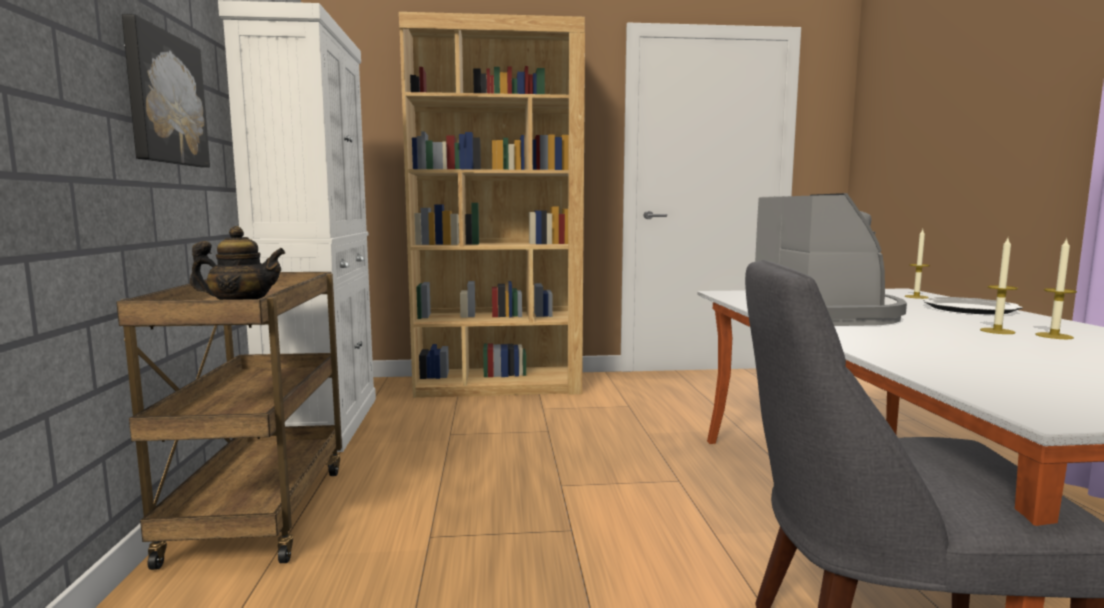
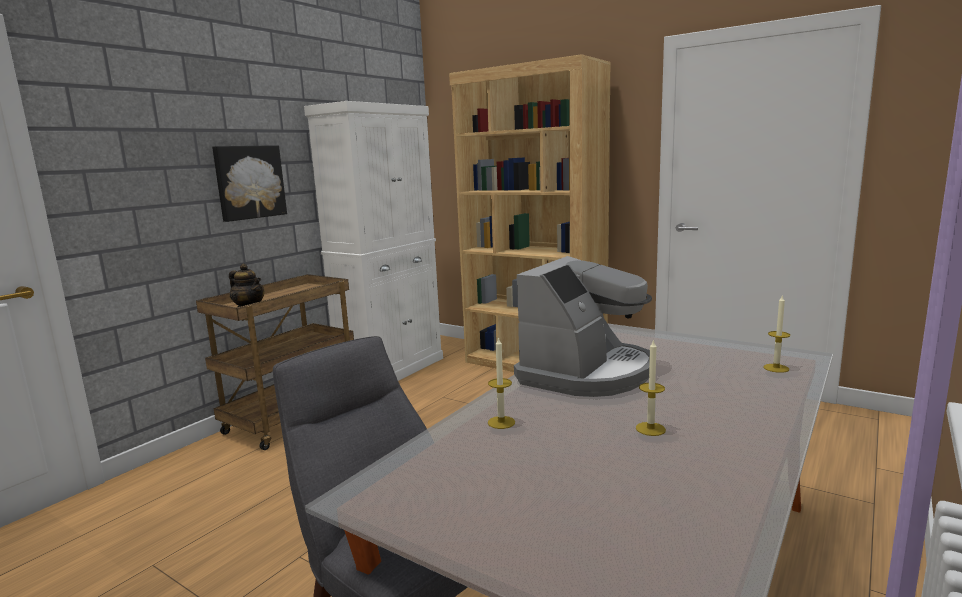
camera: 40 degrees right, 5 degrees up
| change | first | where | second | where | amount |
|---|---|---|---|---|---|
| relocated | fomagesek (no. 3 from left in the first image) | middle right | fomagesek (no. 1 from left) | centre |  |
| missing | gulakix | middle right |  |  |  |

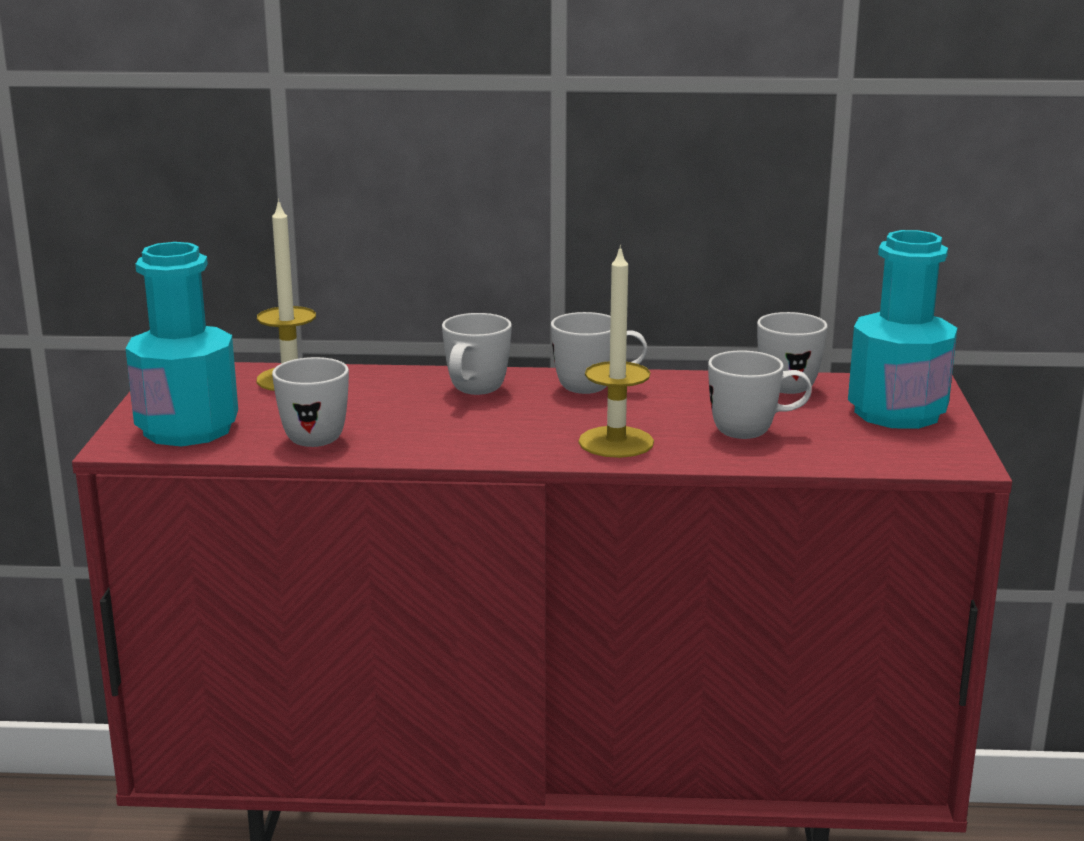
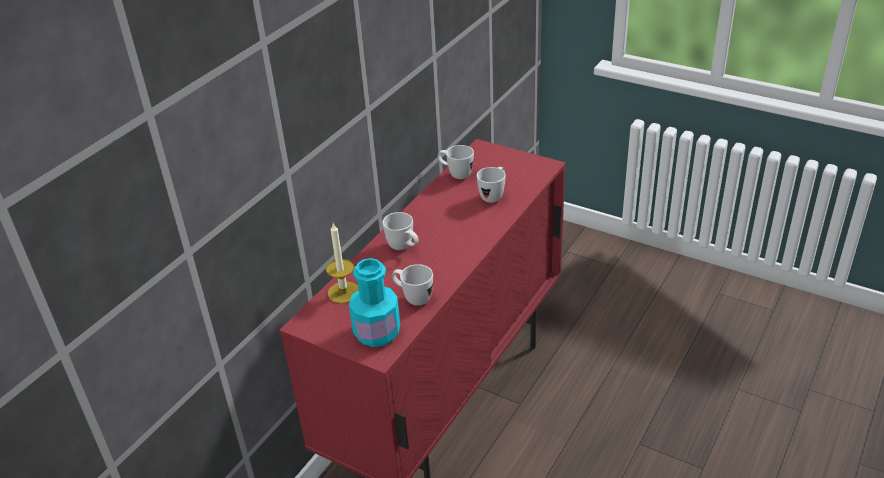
camera: 60 degrees left, 15 degrees up
| change | first | where | second | where | amount |
|---|---|---|---|---|---|
| missing | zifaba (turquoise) (no. 2 from left) | middle right |  |  |  |
| missing | fomagesek (no. 2 from left) | centre |  |  |  |
| missing | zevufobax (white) (no. 3 from left) | centre |  |  |  |

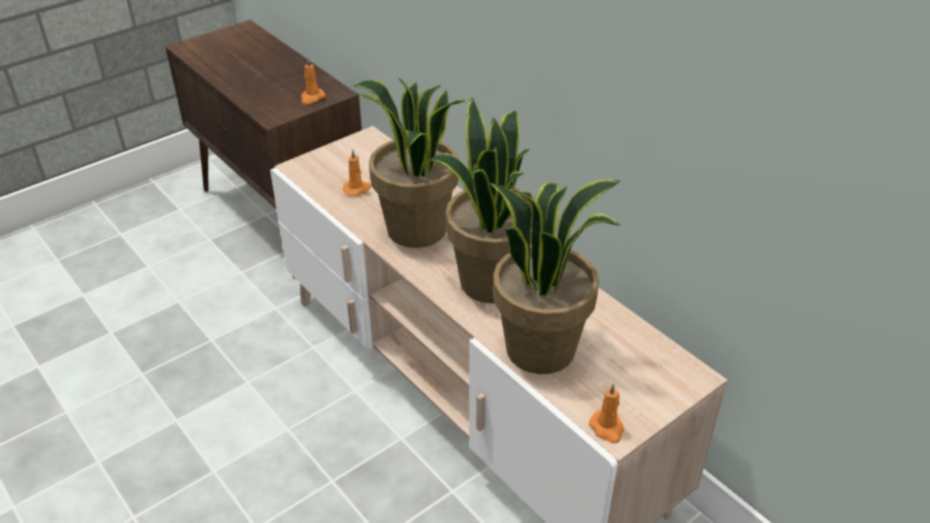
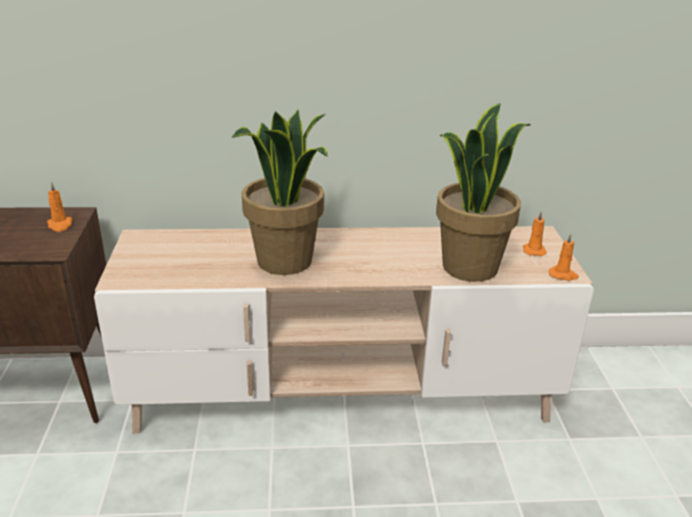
camera: 55 degrees left, 10 degrees down
| change | first | where | second | where | amount |
|---|---|---|---|---|---|
| missing | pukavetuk (no. 2 from left) | centre |  |  |  |
| relocated | fomagesek (orange) (no. 2 from left) | top centre |  | middle right |  |

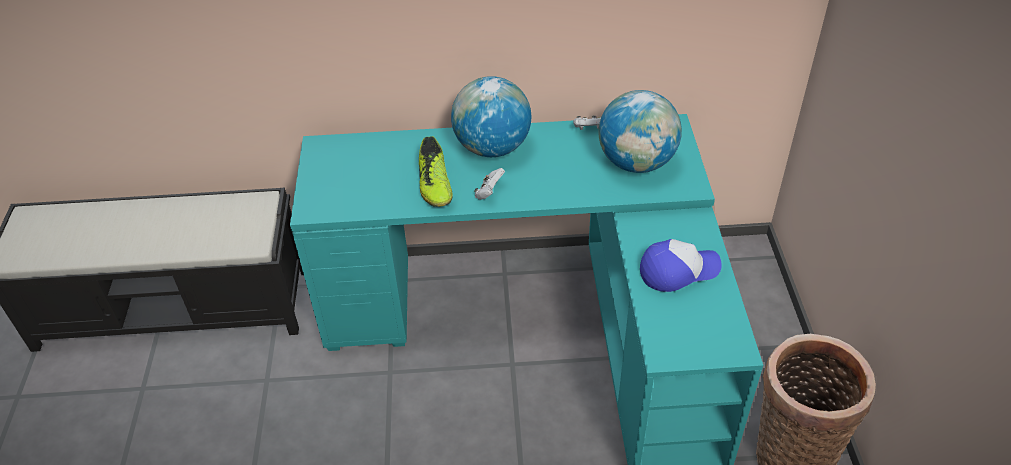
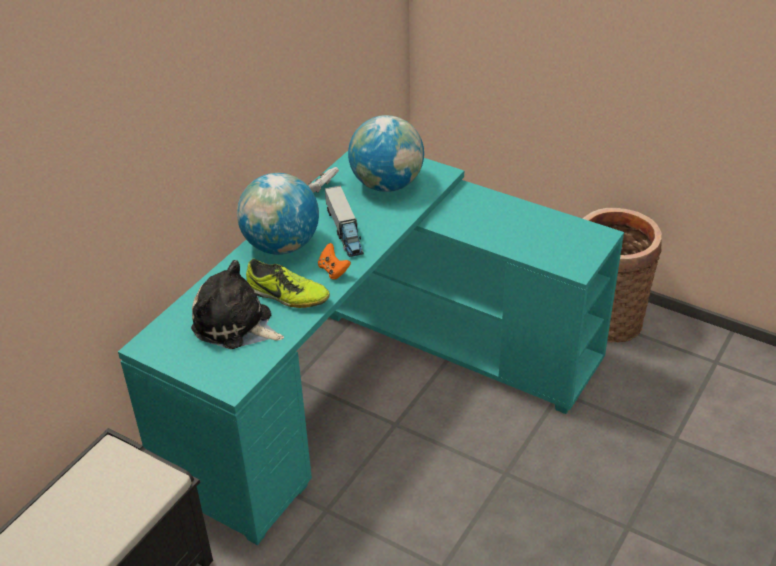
camera: 55 degrees left, 5 degrees down
| change | first | where | second | where | amount |
|---|---|---|---|---|---|
| colour | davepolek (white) (no. 1 from left) | centre | davepolek (orange) | centre |  |
| missing | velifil | middle right |  |  |  |
| appeared |  |  | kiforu | centre |  |
| appeared |  |  | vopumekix | middle left |  |

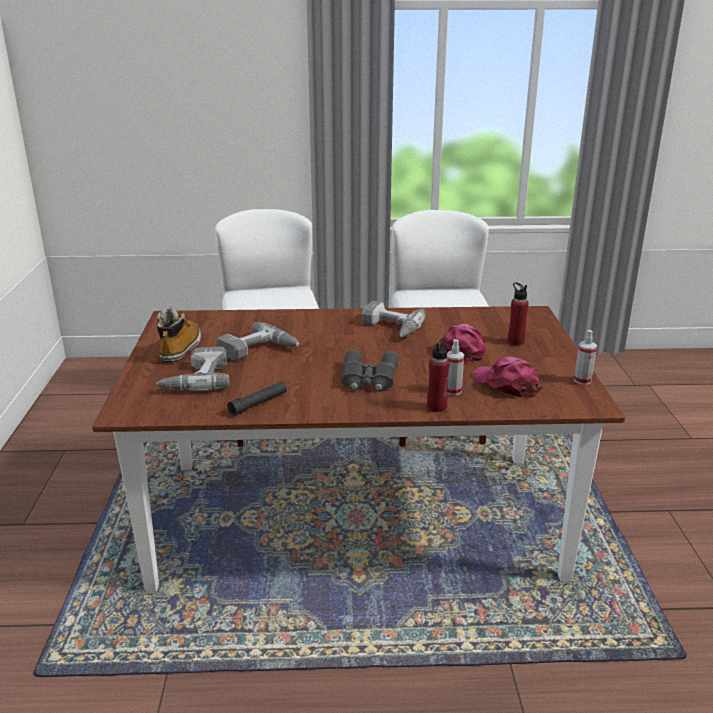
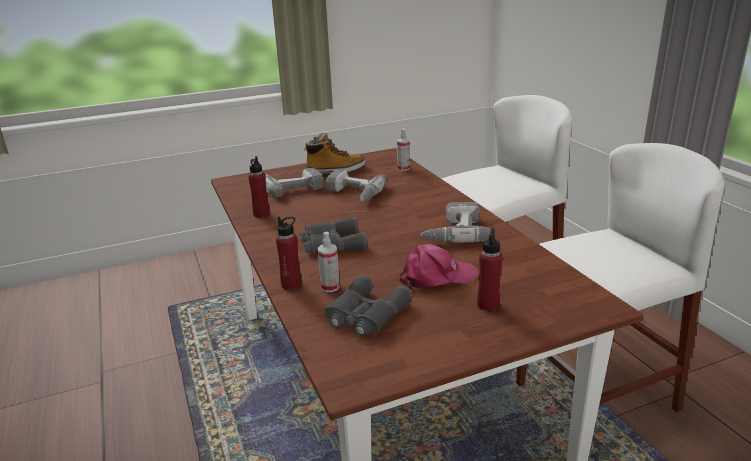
camera: 70 degrees right, 0 degrees up
| change | first | where | second | where | amount |
|---|---|---|---|---|---|
| relocated | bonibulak (no. 2 from left) | middle right |  | top centre |  |
| exchanged | velifil (pink) (no. 2 from left) | middle right | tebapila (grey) (no. 2 from left) | centre |  |
| exchanged | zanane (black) | centre | zifaba (red) (no. 1 from left) | centre |  |

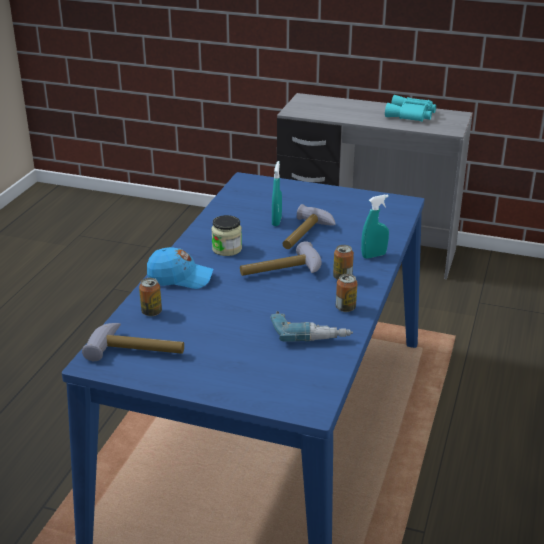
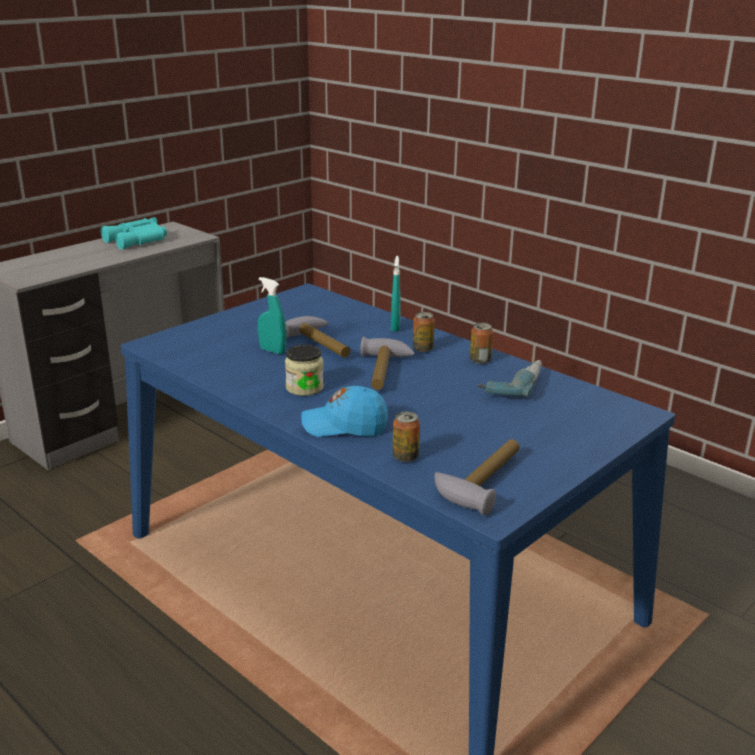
camera: 65 degrees left, 5 degrees down
| change | first | where | second | where | amount |
|---|---|---|---|---|---|
| spun | velifil (blue) | middle left |  | centre | 120 degrees counterclockwise |

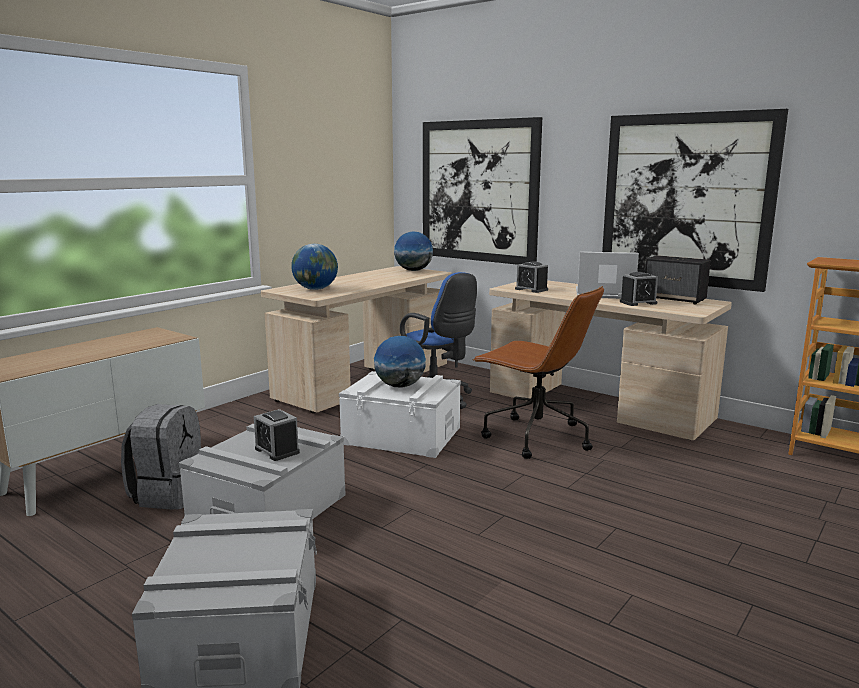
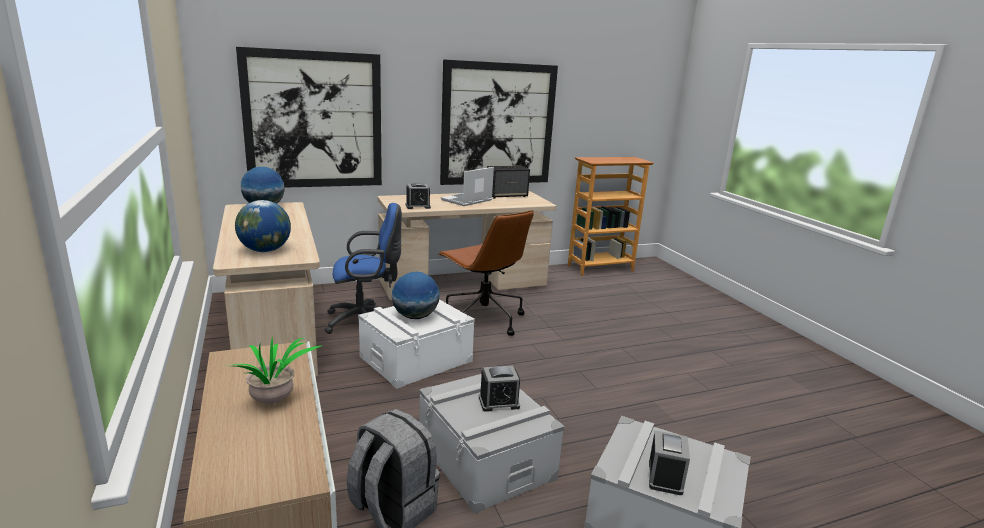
camera: 60 degrees left, 5 degrees up
| change | first | where | second | where | amount |
|---|---|---|---|---|---|
| relocated | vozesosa (no. 3 from left) | middle right |  | bottom right |  |
| spun | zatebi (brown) | centre |  | centre | 75 degrees clockwise |
| appeared |  |  | pukavetuk | bottom left |  |

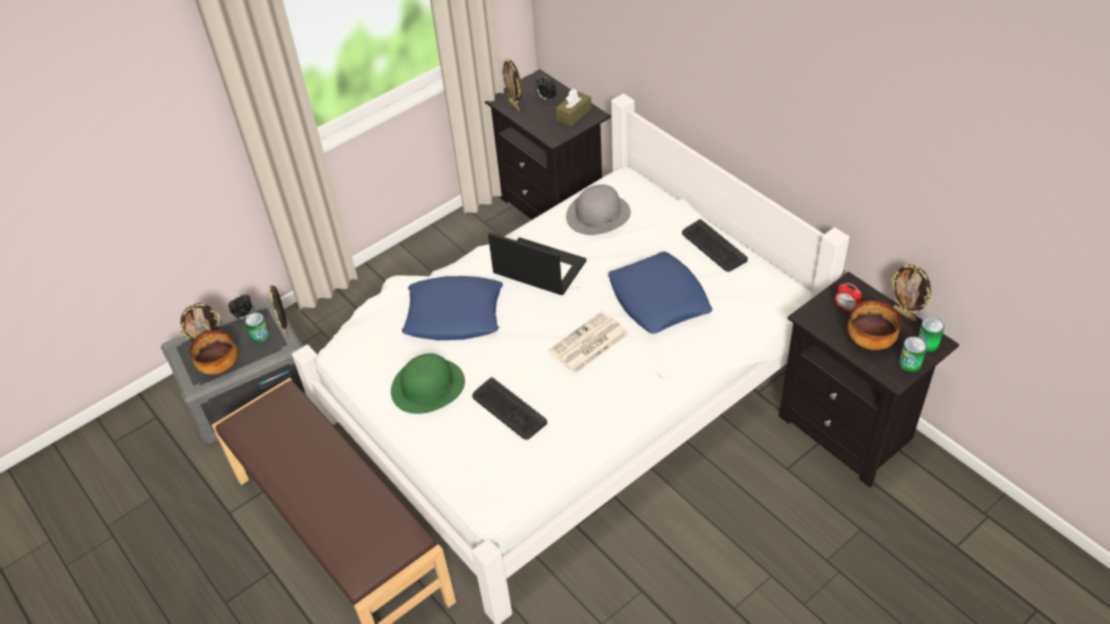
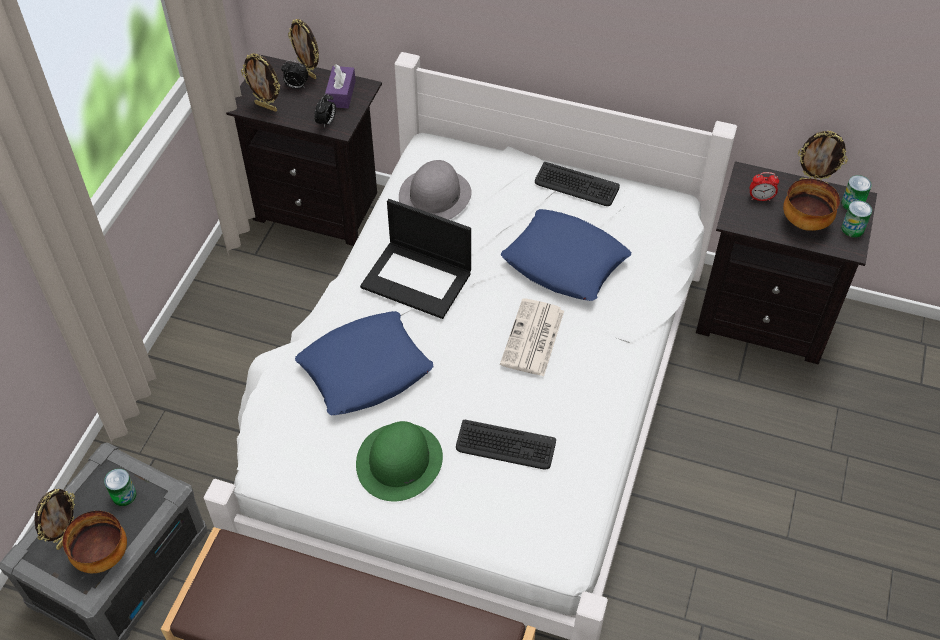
camera: 35 degrees left, 5 degrees up
| change | first | where | second | where | amount |
|---|---|---|---|---|---|
| colour | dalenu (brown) | top centre | dalenu (purple) | top centre |  |
| spun | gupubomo | centre |  | centre | 150 degrees counterclockwise |
| relocated | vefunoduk (no. 2 from left in the first image) | middle left | vefunoduk (no. 3 from left) | top left |  |
| relocated | vozesosa (no. 1 from left in the first image) | middle left | vozesosa (no. 2 from left) | top centre |  |

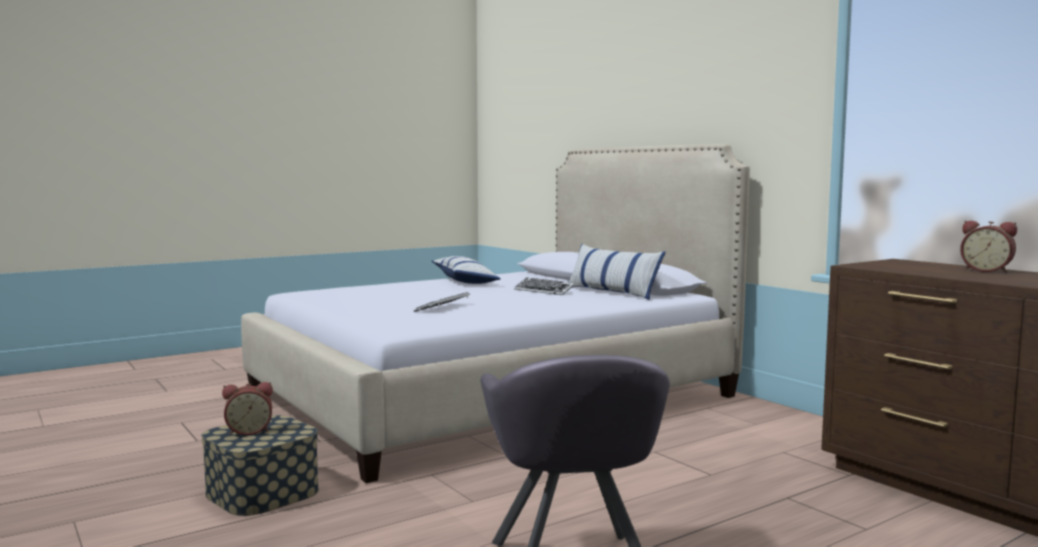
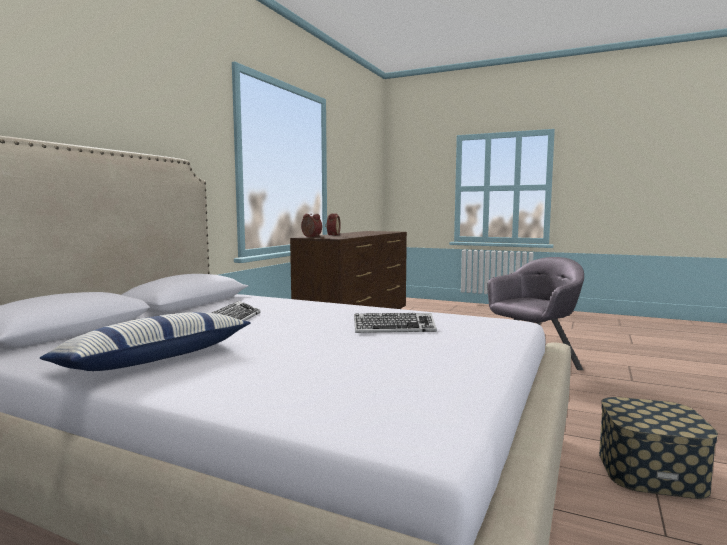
camera: 120 degrees left, 0 degrees up
| change | first | where | second | where | amount |
|---|---|---|---|---|---|
| missing | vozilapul (no. 2 from left) | centre |  |  |  |
| relocated | vozesosa (no. 1 from left) | bottom left |  | centre |  |

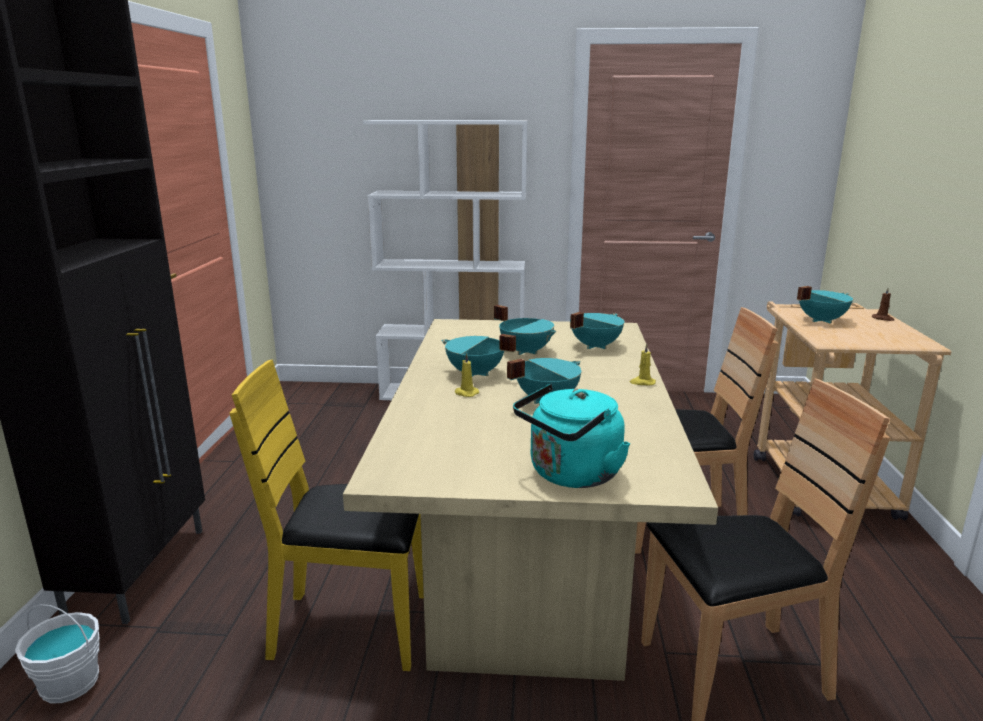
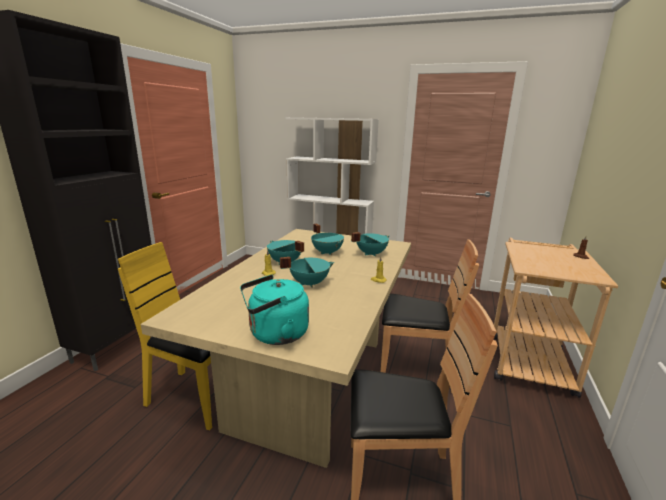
camera: 15 degrees right, 0 degrees up
| change | first | where | second | where | amount |
|---|---|---|---|---|---|
| missing | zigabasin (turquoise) (no. 5 from left) | middle right |  |  |  |
| missing | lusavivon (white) | bottom left |  |  |  |

